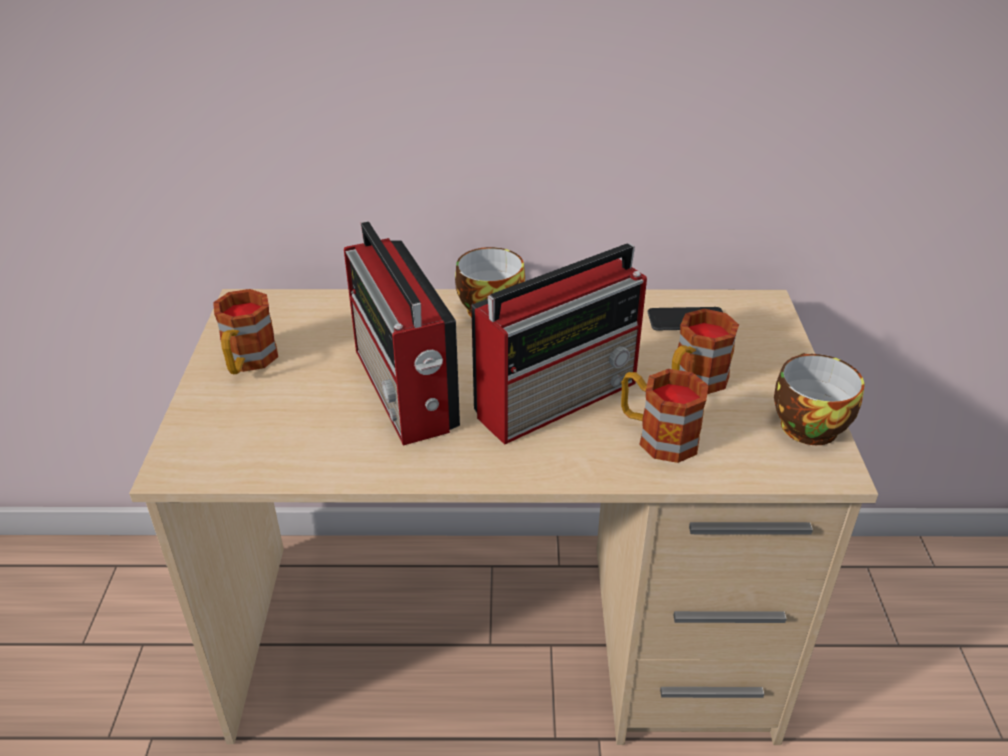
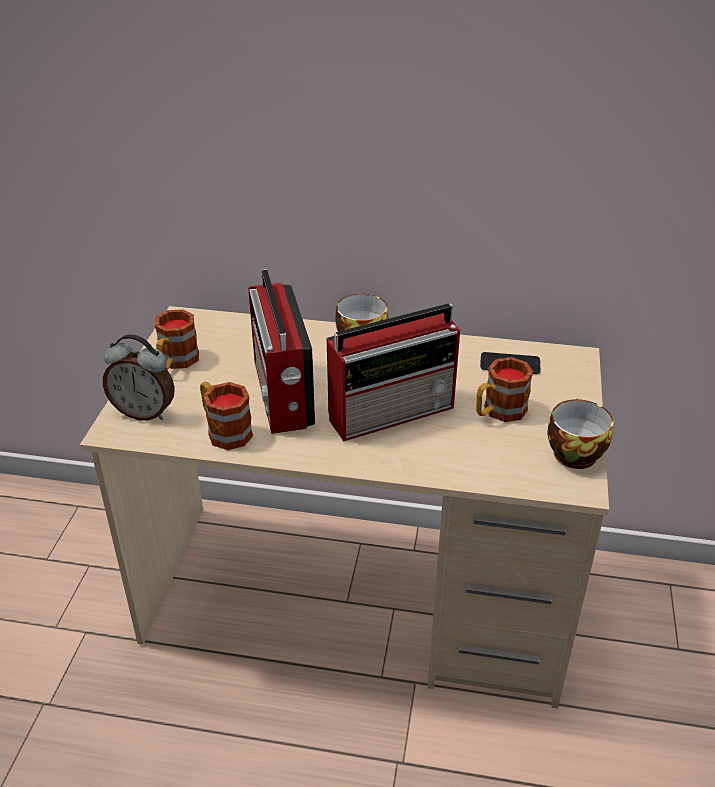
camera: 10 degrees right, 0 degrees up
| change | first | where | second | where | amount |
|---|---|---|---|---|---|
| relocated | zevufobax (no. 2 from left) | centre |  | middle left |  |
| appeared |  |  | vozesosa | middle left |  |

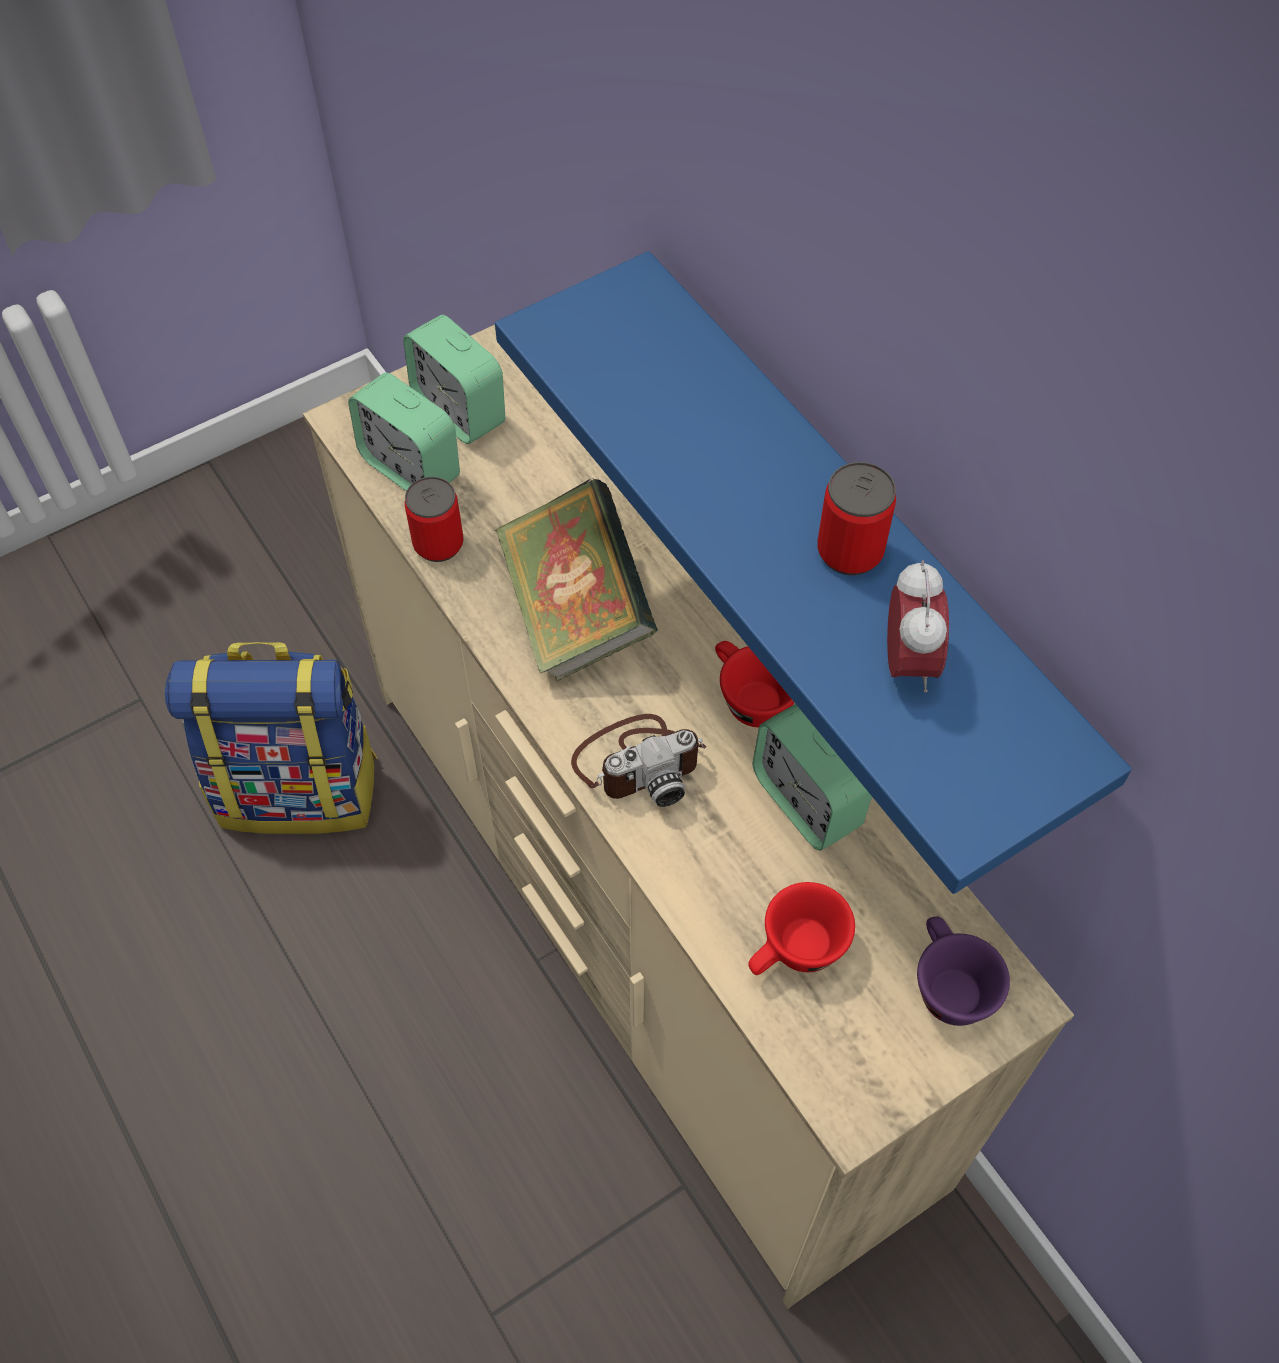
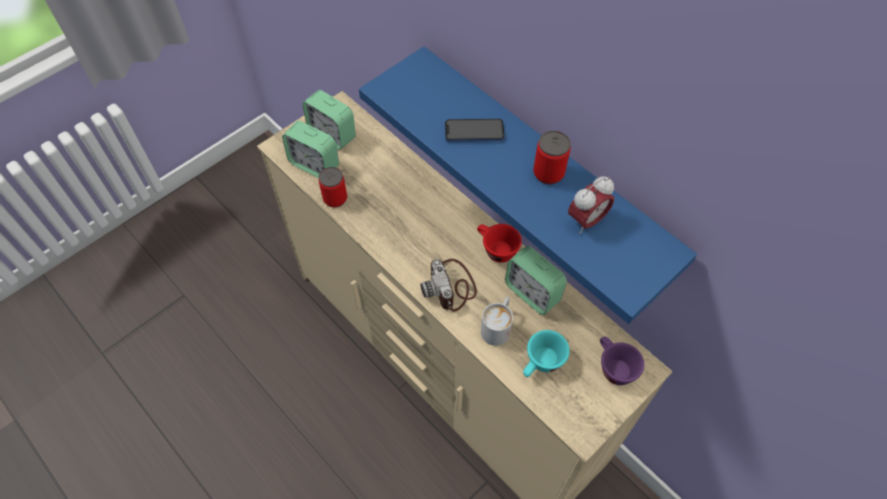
camera: 10 degrees left, 0 degrees up
| change | first | where | second | where | amount |
|---|---|---|---|---|---|
| missing | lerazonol | centre |  |  |  |
| spun | vozesosa (no. 4 from left) | middle right |  | centre | 60 degrees clockwise |
| missing | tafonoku | middle left |  |  |  |
| spun | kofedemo | centre |  | centre | 105 degrees clockwise |
| colour | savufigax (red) (no. 2 from left) | bottom centre | savufigax (turquoise) | bottom centre |  |
| appeared |  |  | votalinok | top centre |  |
| appeared |  |  | zevufobax (white) | centre |  |

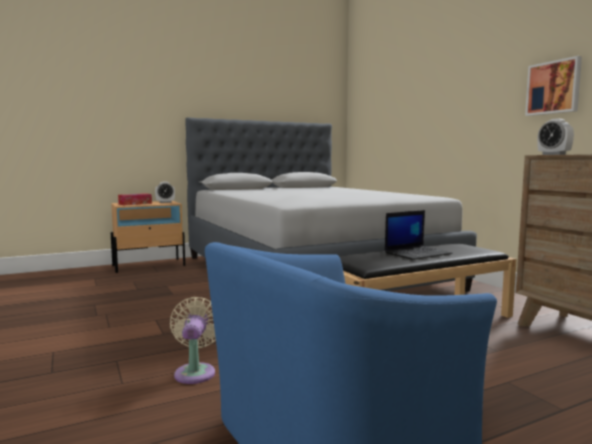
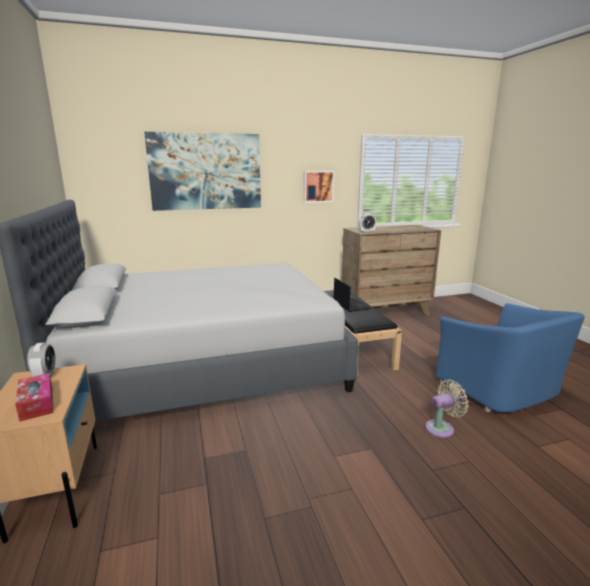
camera: 80 degrees left, 10 degrees up
| change | first | where | second | where | amount |
|---|---|---|---|---|---|
| spun | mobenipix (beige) | bottom left |  | bottom right | 150 degrees clockwise |
| appeared |  |  | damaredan (no. 1 from left) | top centre |  |

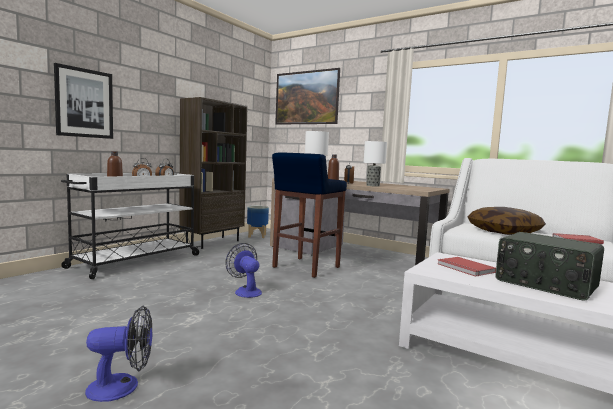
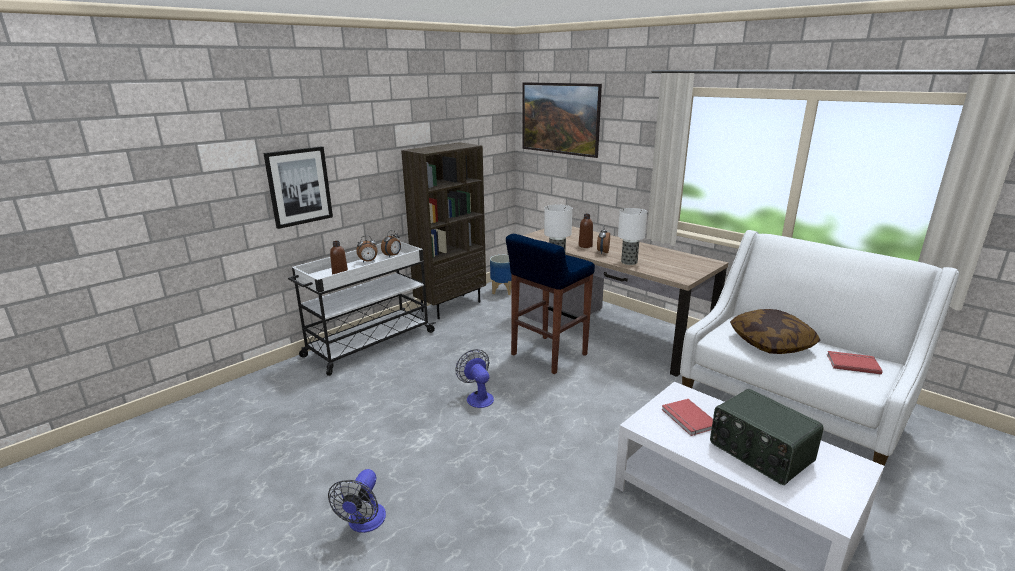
camera: 10 degrees right, 15 degrees up
| change | first | where | second | where | amount |
|---|---|---|---|---|---|
| spun | mobenipix (no. 1 from left) | bottom left |  | bottom centre | 105 degrees clockwise |

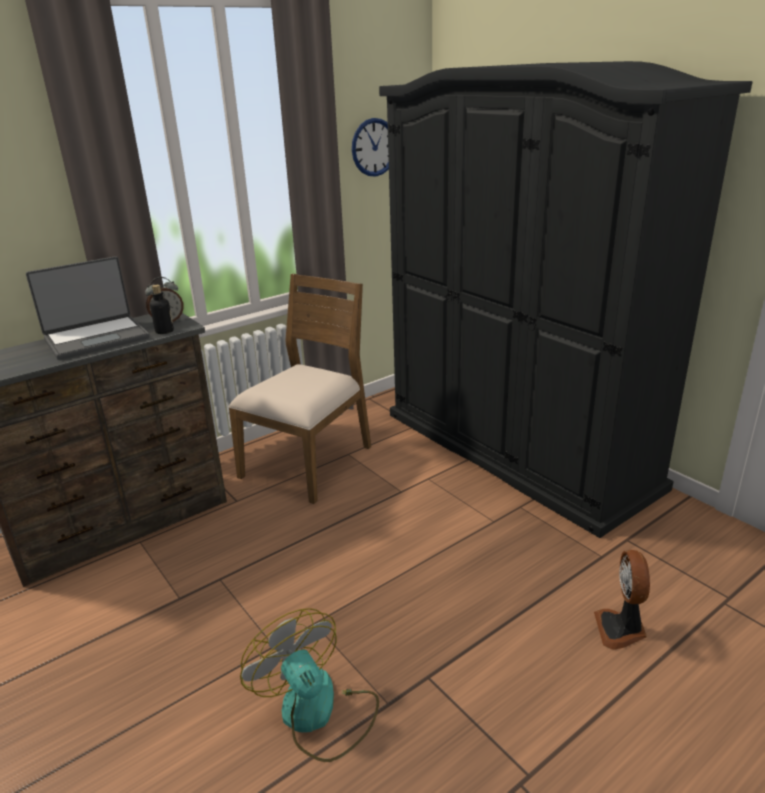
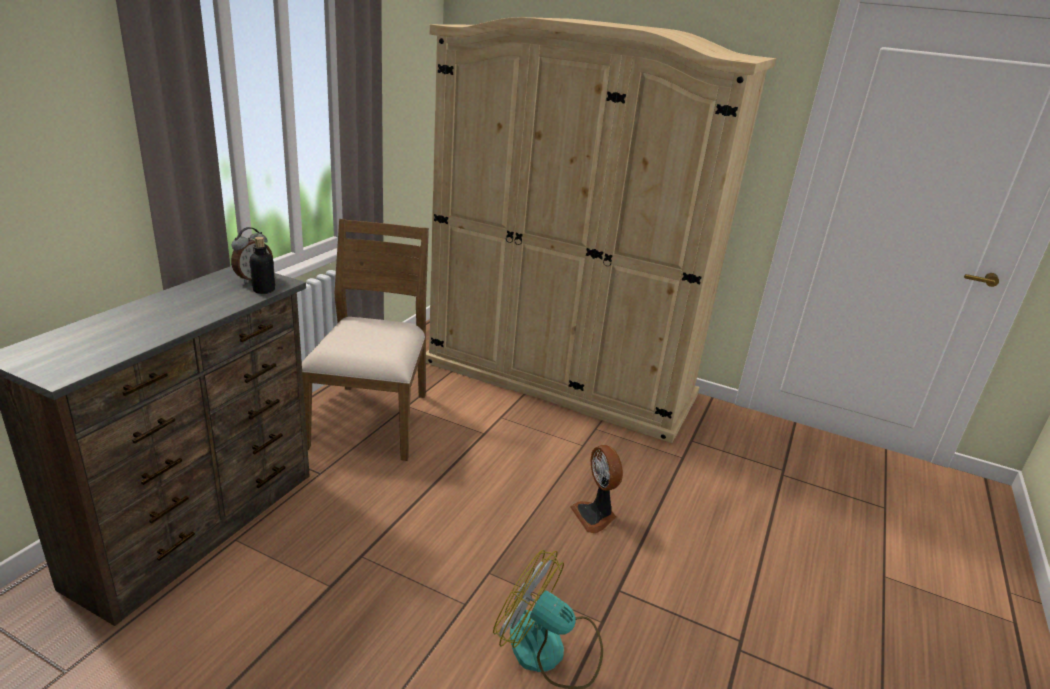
camera: 30 degrees left, 0 degrees up
| change | first | where | second | where | amount |
|---|---|---|---|---|---|
| colour | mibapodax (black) | middle right | mibapodax (beige) | centre |  |
| missing | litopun | top centre |  |  |  |
| missing | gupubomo | middle left |  |  |  |
| relocated | mobenipix (no. 2 from left) | bottom right |  | bottom centre |  |

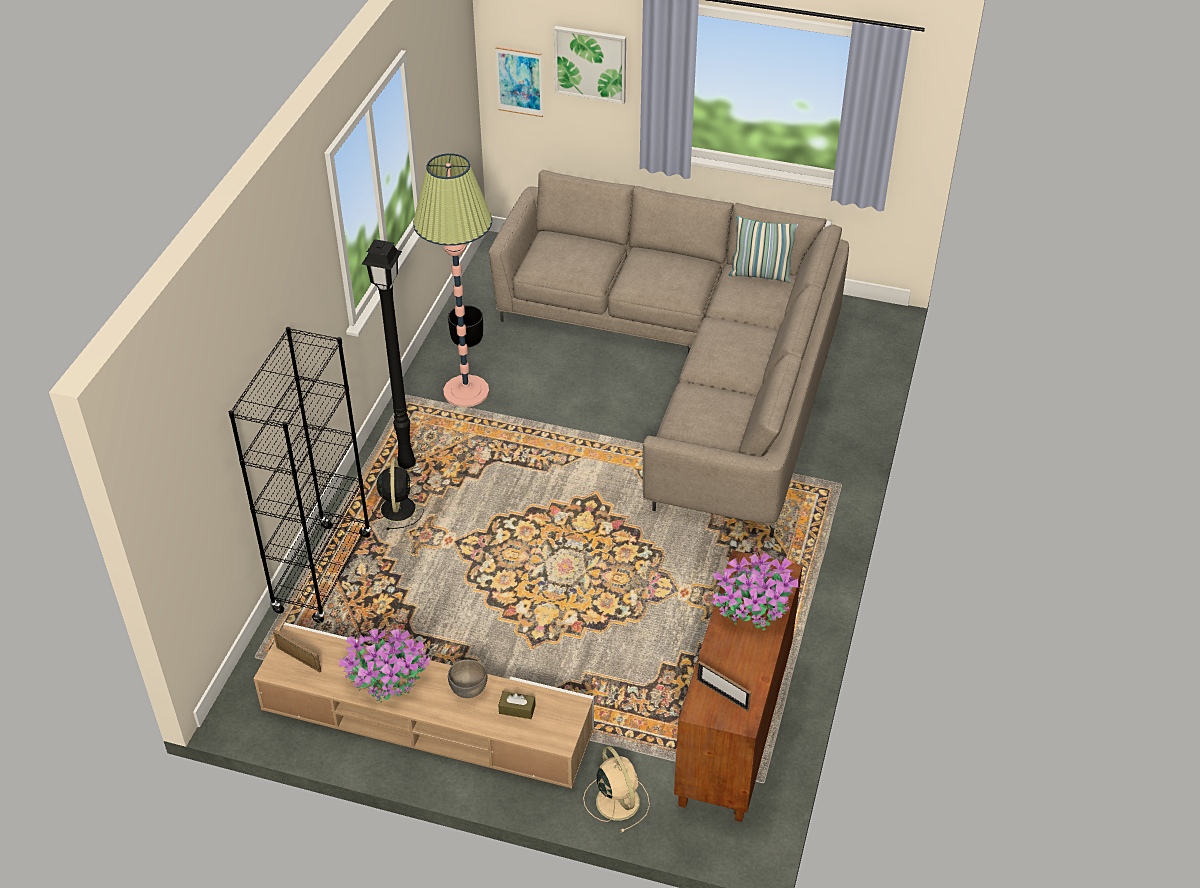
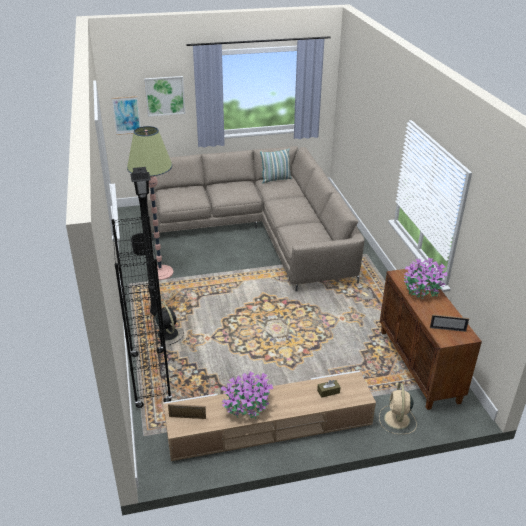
camera: 30 degrees left, 10 degrees down
| change | first | where | second | where | amount |
|---|---|---|---|---|---|
| missing | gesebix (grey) | bottom centre |  |  |  |
| spun | mobenipix (beige) | bottom centre |  | bottom right | 120 degrees counterclockwise |

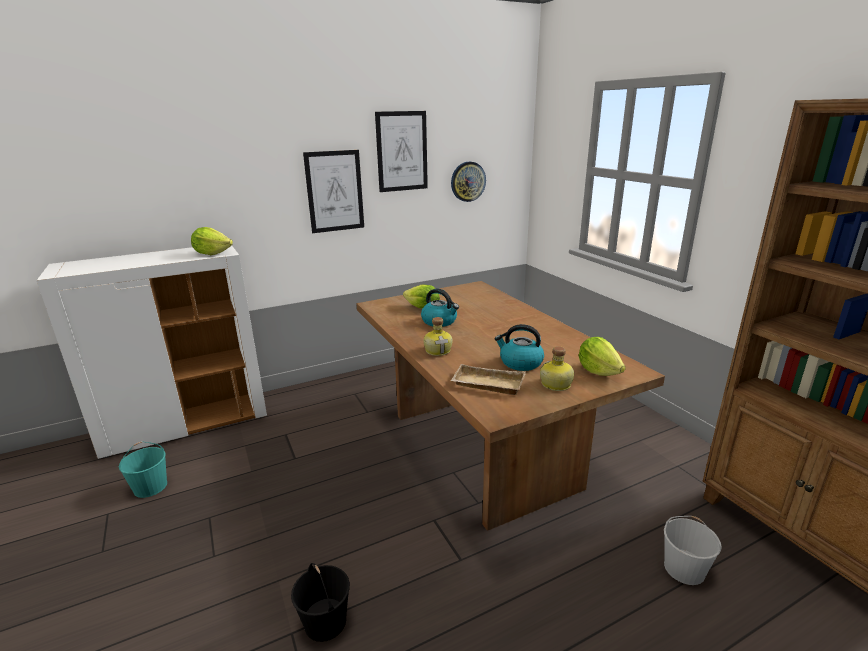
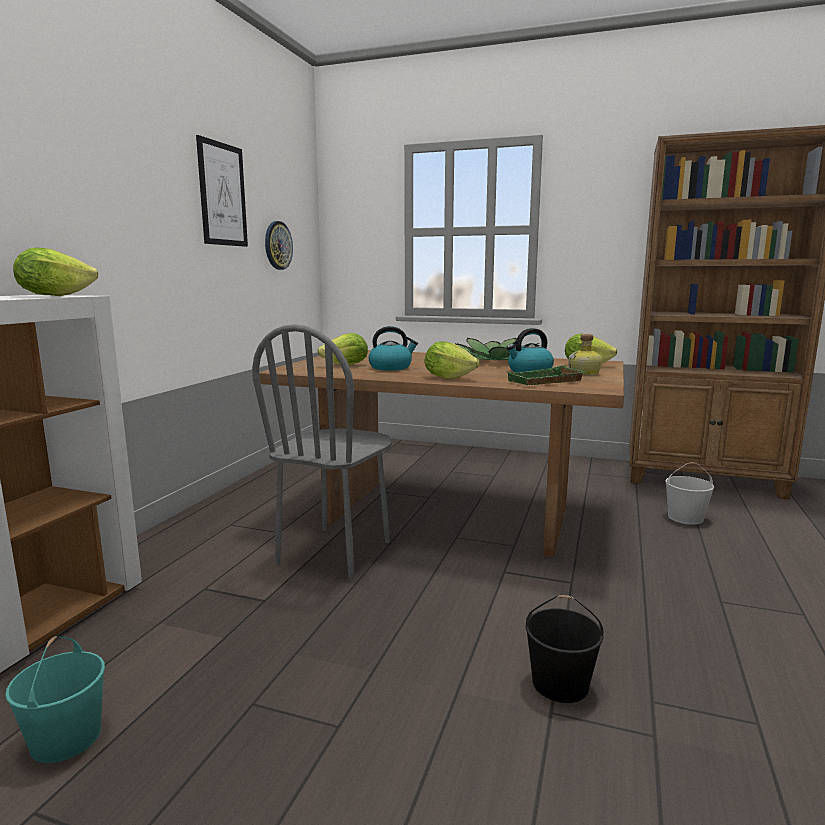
camera: 45 degrees left, 10 degrees down
| change | first | where | second | where | amount |
|---|---|---|---|---|---|
| missing | damaredan (no. 1 from left) | top centre |  |  |  |
| exchanged | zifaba (no. 1 from left) | centre | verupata (no. 3 from left) | centre |  |
| colour | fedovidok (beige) | centre | fedovidok (green) | centre |  |
| appeared |  |  | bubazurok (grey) | centre |  |
| appeared |  |  | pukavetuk | centre |  |

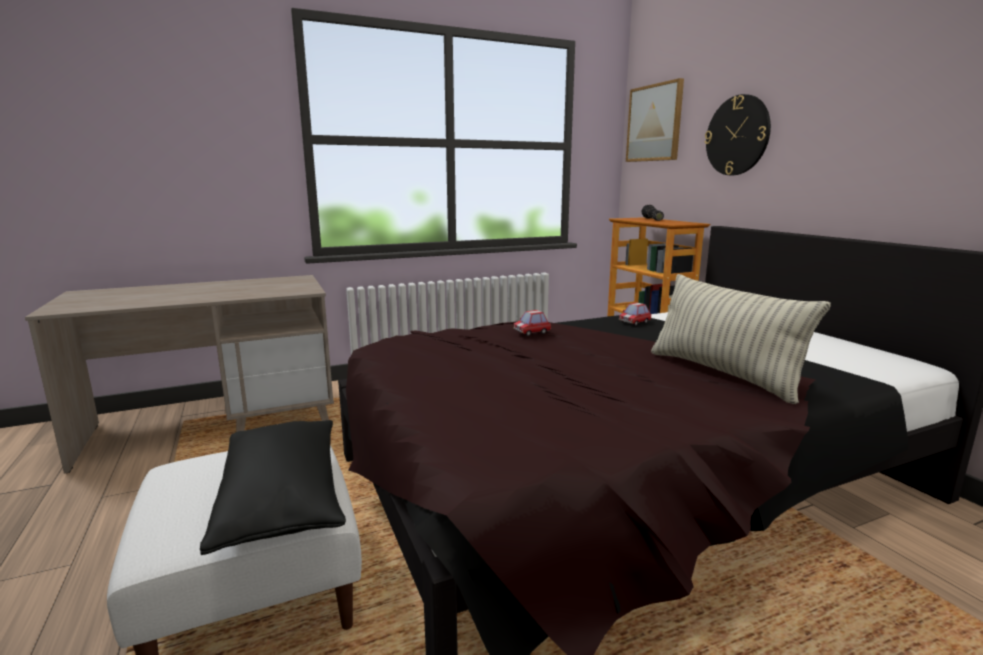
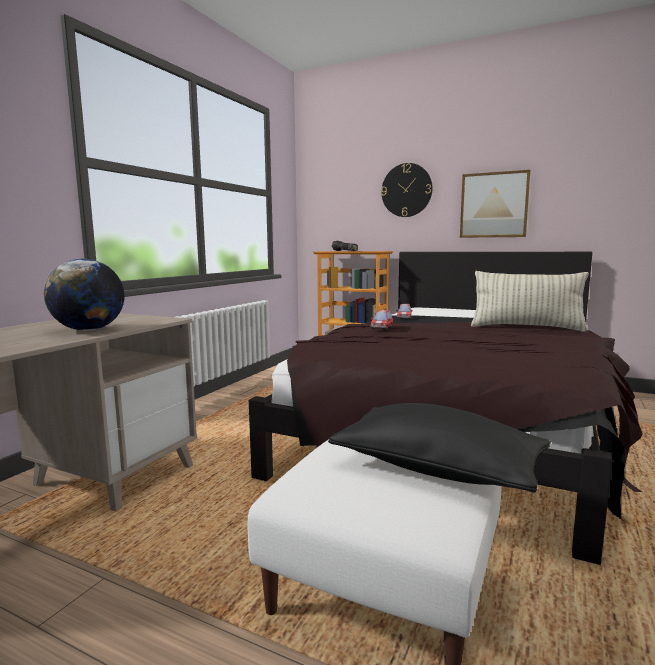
camera: 40 degrees left, 5 degrees down
| change | first | where | second | where | amount |
|---|---|---|---|---|---|
| relocated | damaredan | top centre |  | top right |  |
| appeared |  |  | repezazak | middle left |  |

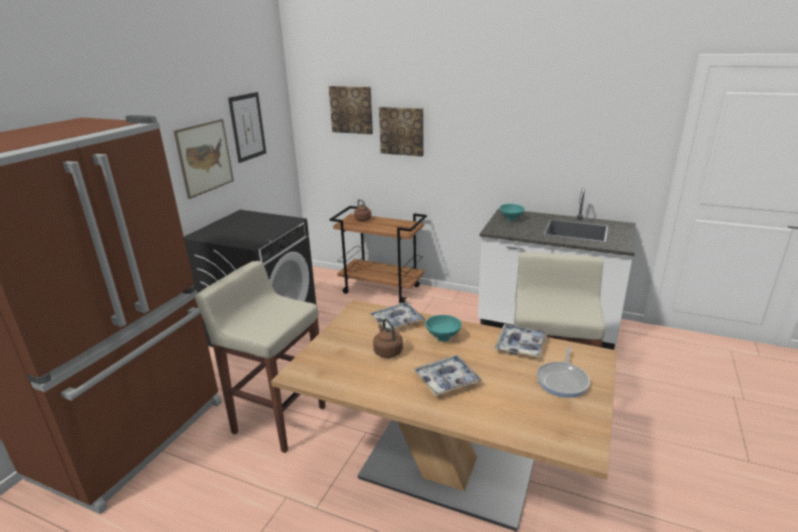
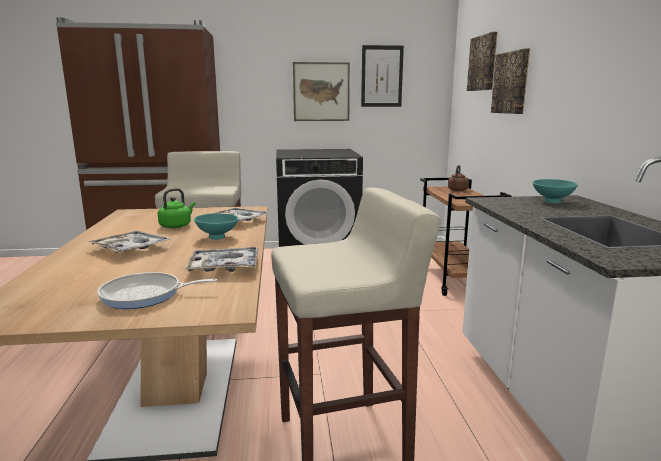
camera: 60 degrees right, 10 degrees down
| change | first | where | second | where | amount |
|---|---|---|---|---|---|
| colour | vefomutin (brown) (no. 2 from left) | centre | vefomutin (green) | middle left |  |

